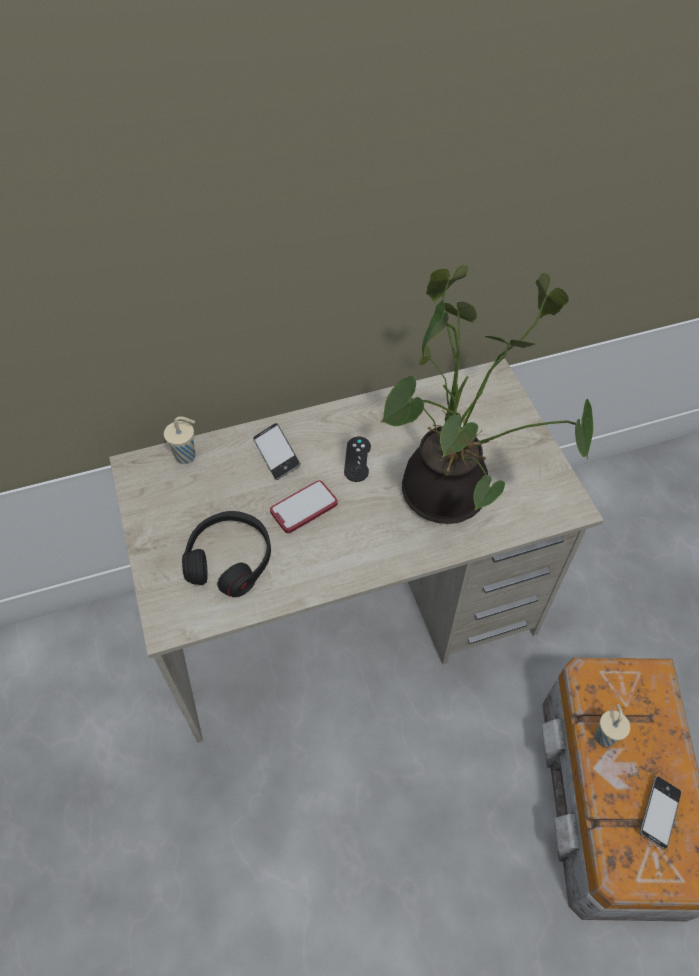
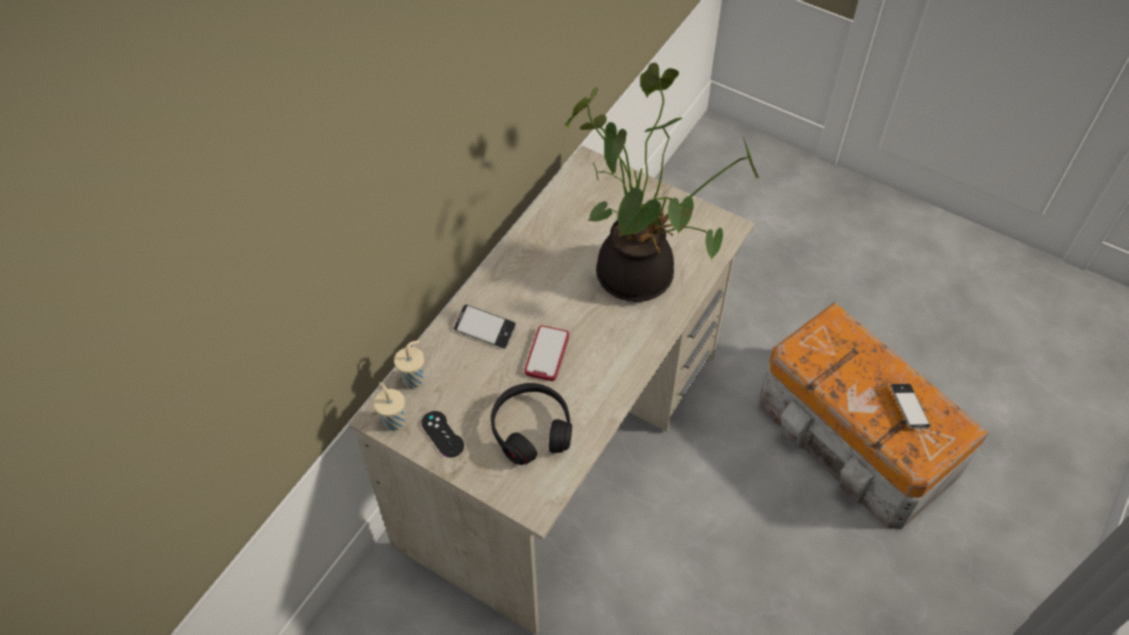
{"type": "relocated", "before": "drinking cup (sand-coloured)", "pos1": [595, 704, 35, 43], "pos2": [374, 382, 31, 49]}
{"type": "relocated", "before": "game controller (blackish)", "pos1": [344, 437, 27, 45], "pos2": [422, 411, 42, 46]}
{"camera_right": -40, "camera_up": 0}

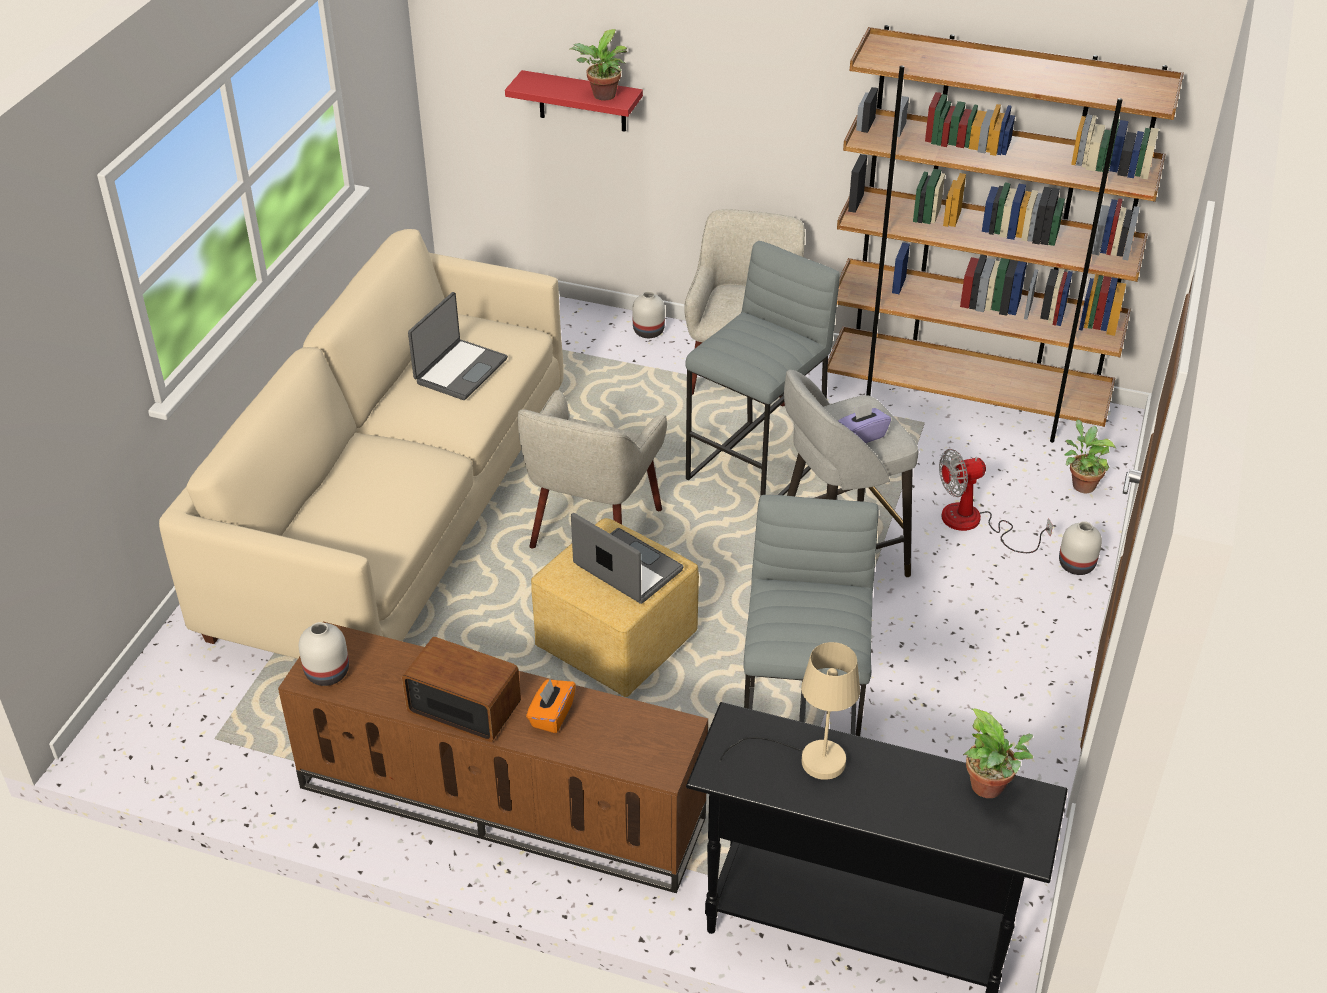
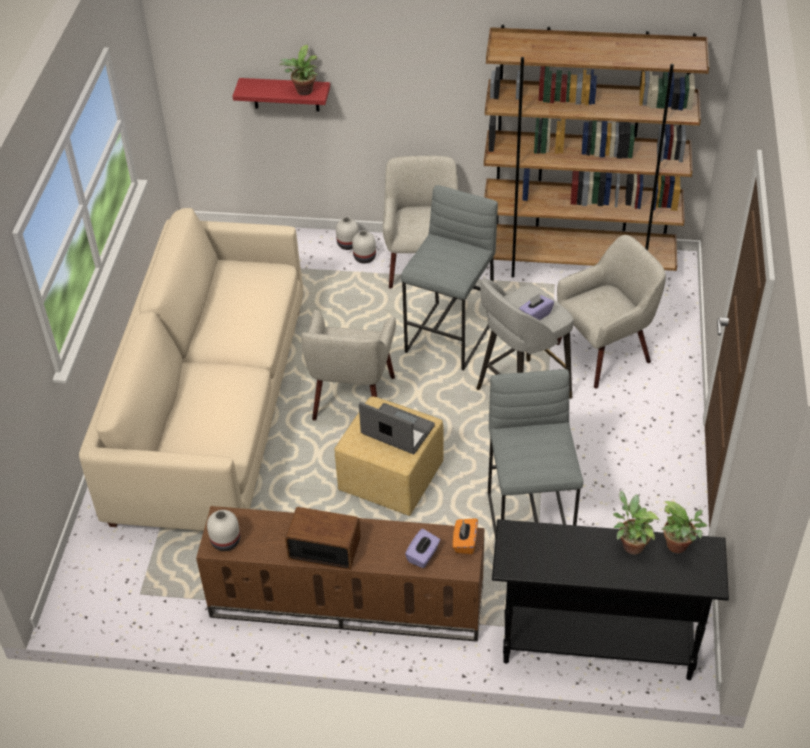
{"type": "relocated", "before": "decorative vase (whitish)", "pos1": [1059, 521, 43, 54], "pos2": [352, 230, 24, 34]}
{"type": "appeared", "after": "tissue holder (purplish)", "pos2": [405, 529, 35, 39]}
{"type": "relocated", "before": "tissue holder (orangey)", "pos1": [526, 679, 50, 54], "pos2": [453, 518, 25, 36]}
{"type": "exchanged", "before": "fan", "after": "armchair (sand-coloured)", "pos1": [939, 449, 114, 104], "pos2": [556, 235, 110, 154]}
{"type": "relocated", "before": "potted plant", "pos1": [1065, 420, 51, 73], "pos2": [613, 491, 46, 64]}
{"type": "missing", "before": "notebook computer", "pos1": [408, 292, 100, 108]}
{"type": "missing", "before": "tabletop lamp (sand-coloured)", "pos1": [720, 642, 140, 138]}
{"camera_right": -10, "camera_up": 5}

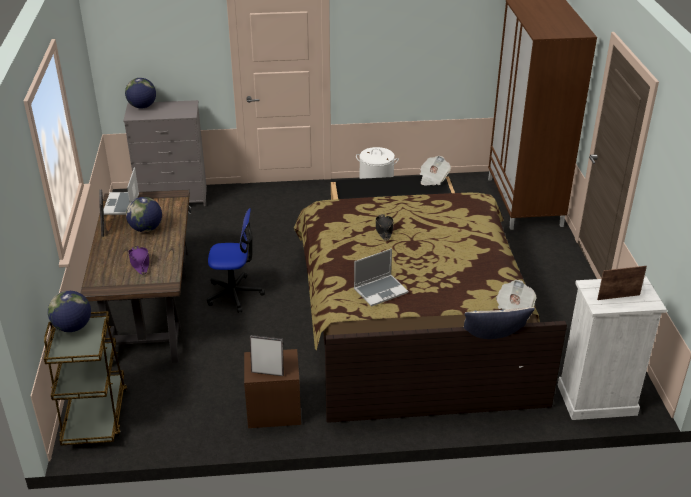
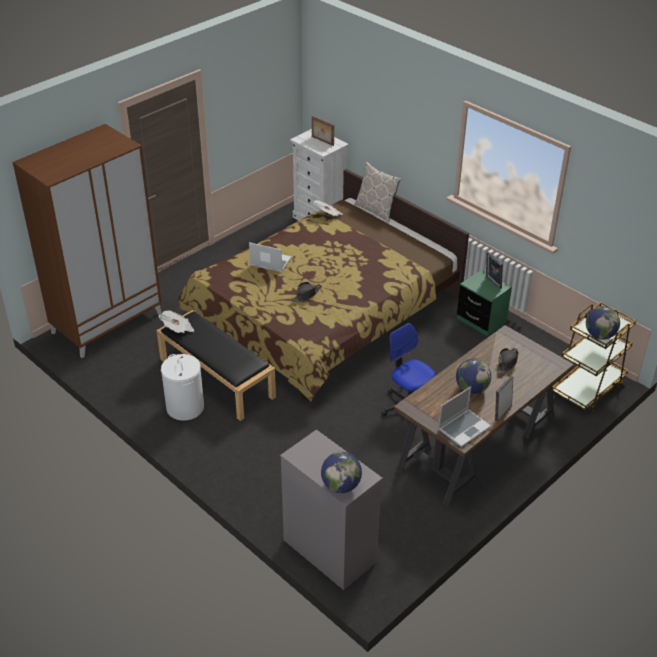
{"type": "relocated", "before": "notebook computer", "pos1": [354, 249, 54, 57], "pos2": [249, 242, 43, 30]}
{"type": "colour", "before": "nightstand (brown)", "after": "nightstand (greenish)", "pos1": [244, 349, 57, 79], "pos2": [457, 270, 55, 66]}
{"type": "colour", "before": "clothing hat (purplish)", "after": "clothing hat (blackish)", "pos1": [128, 246, 22, 29], "pos2": [498, 348, 21, 25]}
{"camera_right": -130, "camera_up": 5}

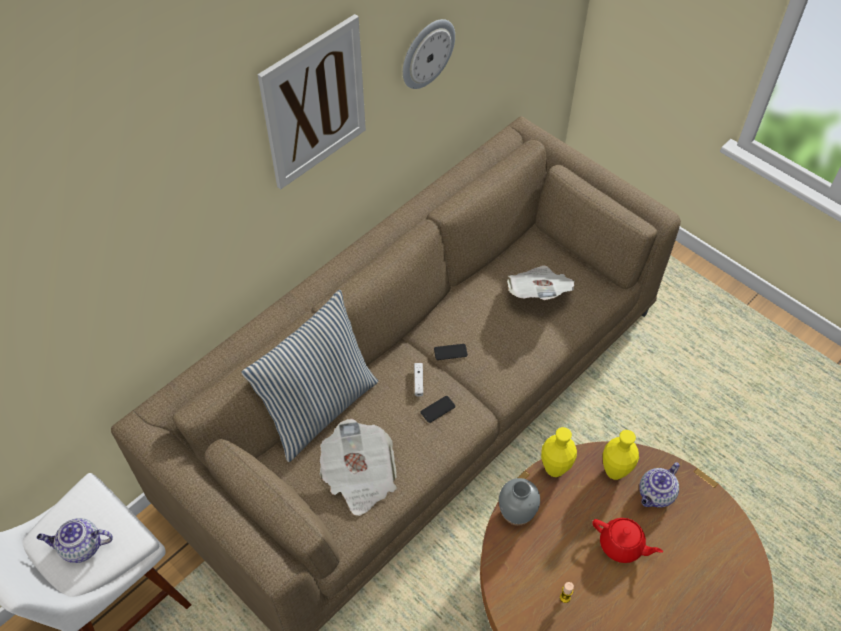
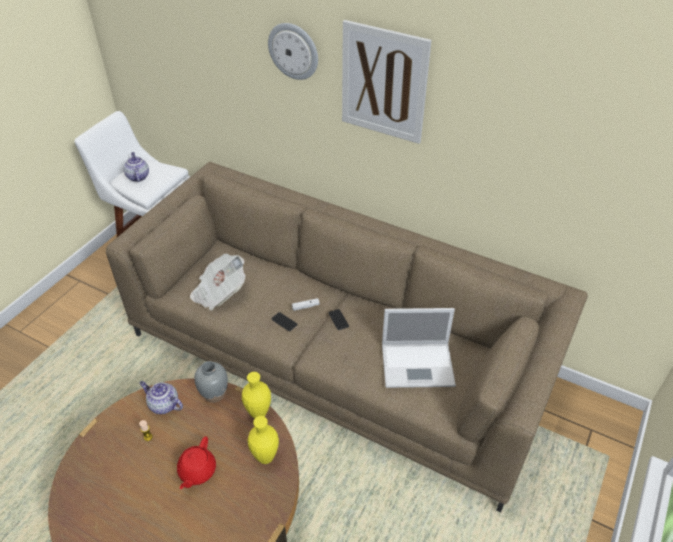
{"type": "relocated", "before": "teapot", "pos1": [639, 462, 41, 46], "pos2": [140, 381, 43, 33]}
{"type": "relocated", "before": "hanging clock", "pos1": [403, 19, 52, 70], "pos2": [268, 23, 50, 57]}
{"type": "exchanged", "before": "printed paper", "after": "notebook computer", "pos1": [507, 266, 68, 34], "pos2": [382, 308, 74, 80]}
{"type": "missing", "before": "cushion", "pos1": [241, 290, 137, 172]}
{"camera_right": 75, "camera_up": -10}

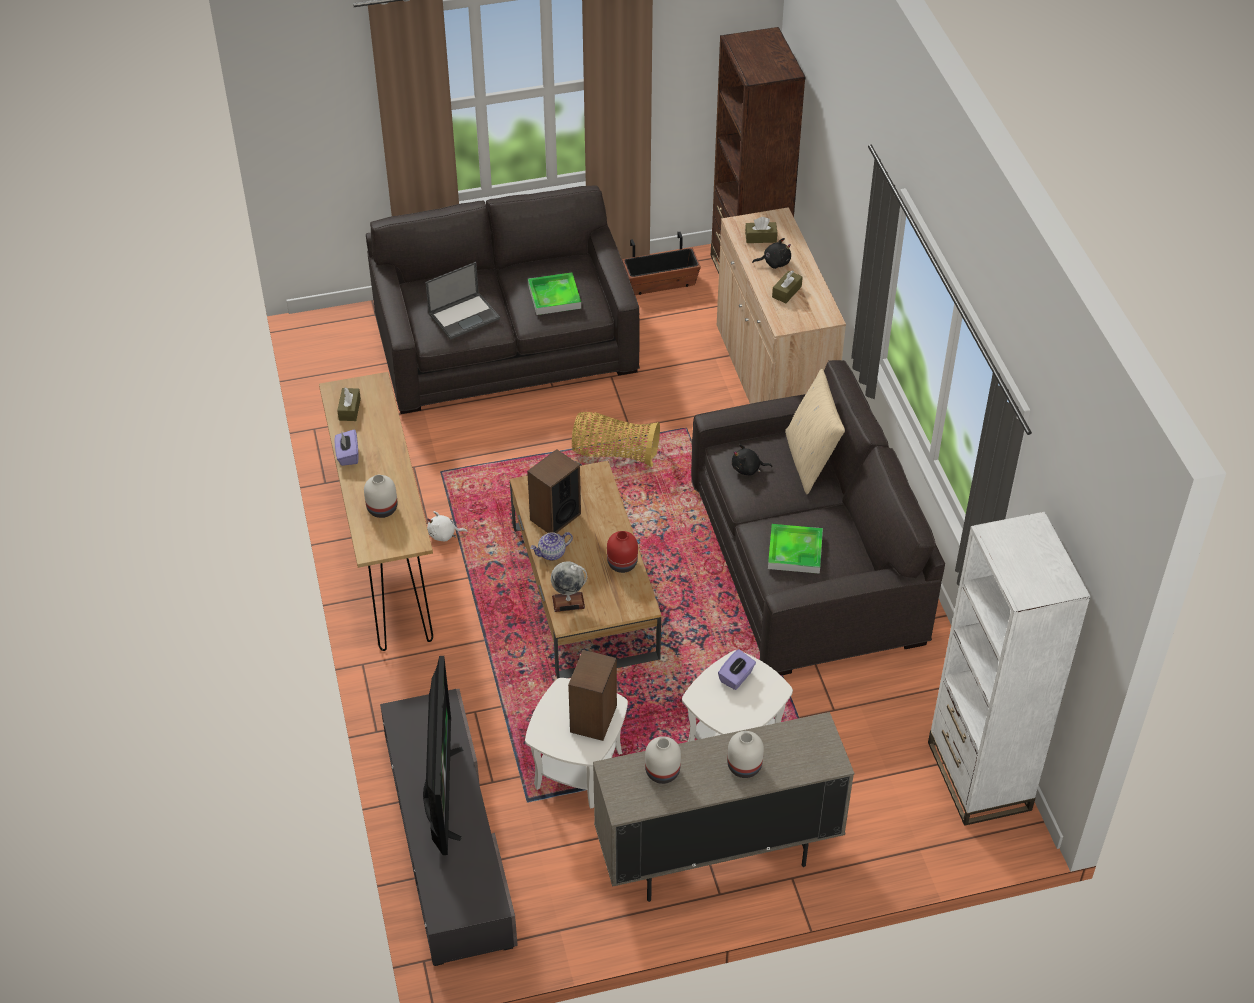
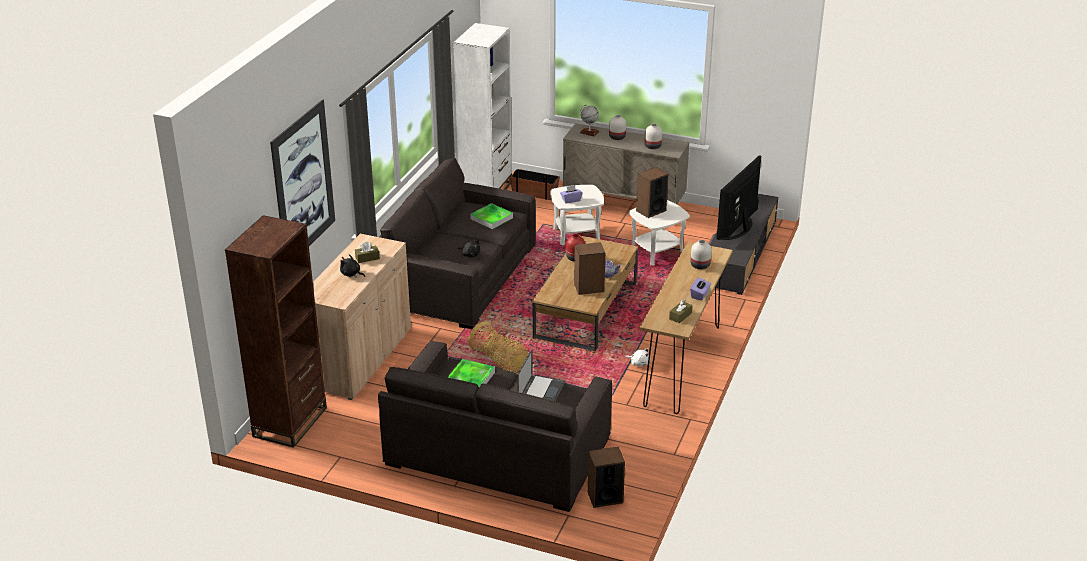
{"type": "appeared", "after": "picture", "pos2": [270, 99, 65, 147]}
{"type": "relocated", "before": "plant pot", "pos1": [622, 232, 79, 63], "pos2": [510, 169, 50, 31]}
{"type": "spun", "before": "notebook computer", "pos1": [425, 262, 75, 78], "pos2": [517, 349, 48, 53], "turn": 105}
{"type": "relocated", "before": "globe", "pos1": [551, 561, 36, 51], "pos2": [580, 104, 19, 33]}
{"type": "appeared", "after": "loudspeaker", "pos2": [588, 447, 37, 61]}
{"type": "missing", "before": "tissue holder (brown)", "pos1": [745, 217, 32, 26]}
{"type": "missing", "before": "cushion (sand-coloured)", "pos1": [785, 369, 60, 125]}
{"camera_right": -145, "camera_up": -15}

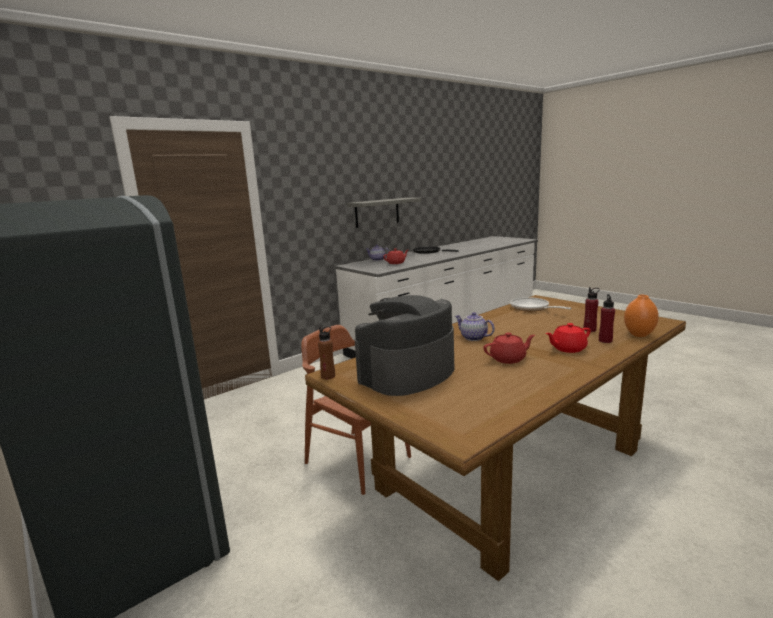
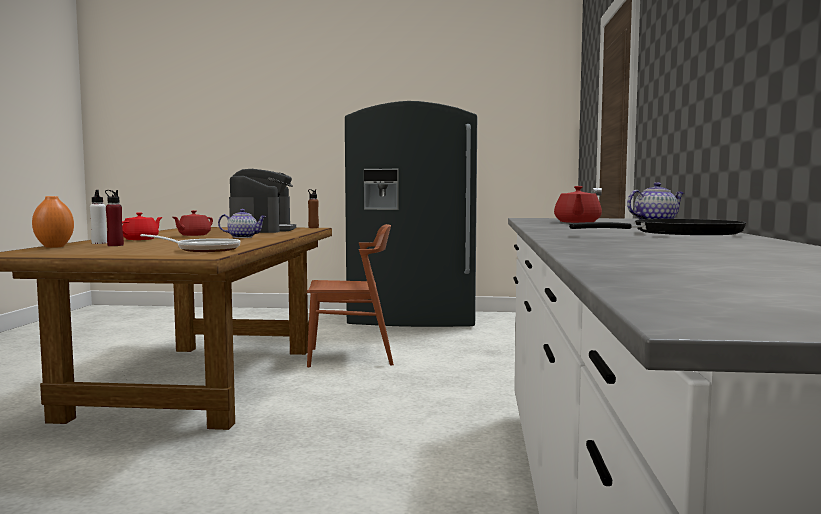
{"type": "colour", "before": "drink bottle (red-coloured)", "after": "drink bottle (whitish)", "pos1": [599, 294, 16, 49], "pos2": [90, 190, 17, 54]}
{"type": "missing", "before": "shelf (grey)", "pos1": [347, 198, 75, 30]}
{"camera_right": 135, "camera_up": -10}

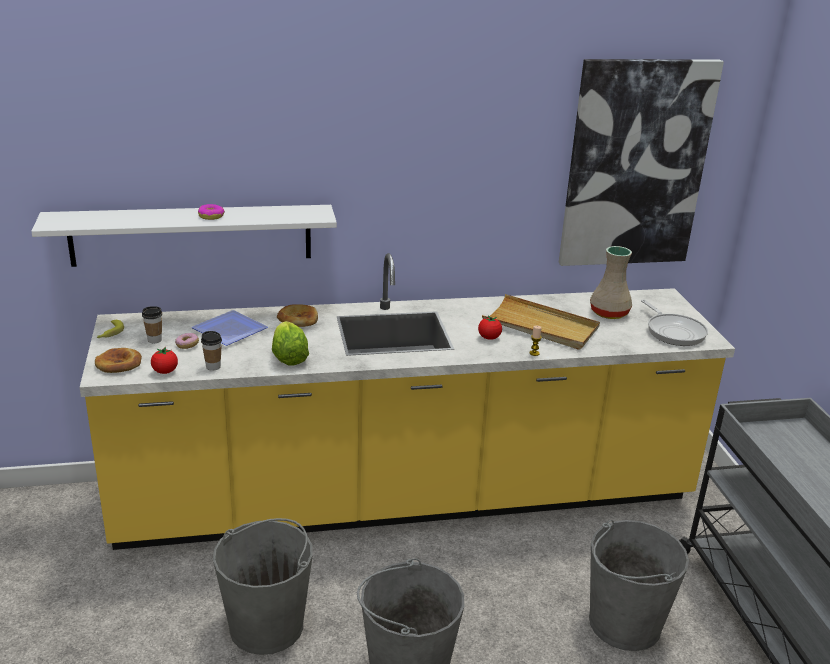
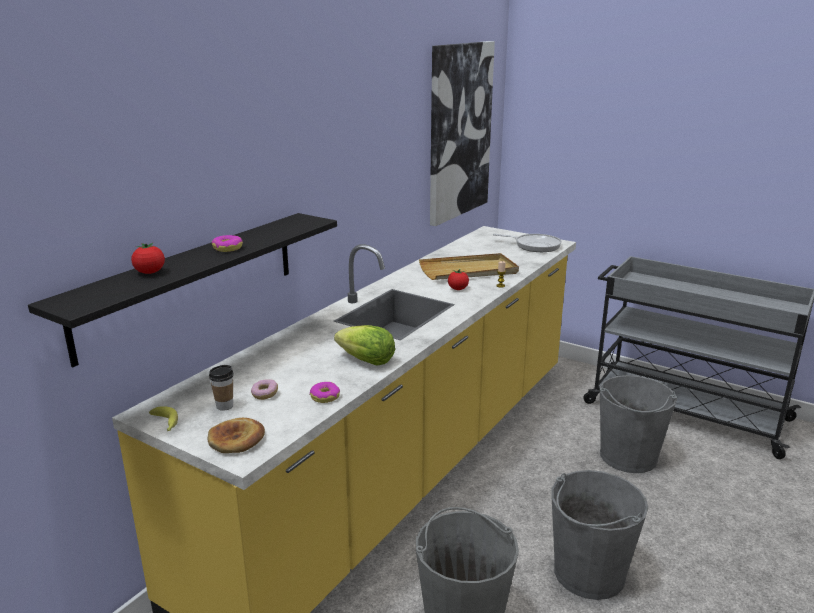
{"type": "colour", "before": "shelf (whitish)", "after": "shelf (blackish)", "pos1": [31, 205, 306, 62], "pos2": [28, 213, 309, 154]}
{"type": "relocated", "before": "whole tomato", "pos1": [151, 347, 27, 27], "pos2": [131, 243, 34, 31]}
{"type": "exchanged", "before": "drinking cup", "after": "donut", "pos1": [201, 331, 21, 40], "pos2": [310, 382, 30, 21]}
{"type": "missing", "before": "flat dish", "pos1": [191, 310, 77, 36]}
{"type": "missing", "before": "bakery bread", "pos1": [277, 304, 41, 23]}
{"type": "missing", "before": "decorative vase (sand-coloured)", "pos1": [590, 246, 42, 73]}
{"camera_right": -45, "camera_up": -5}

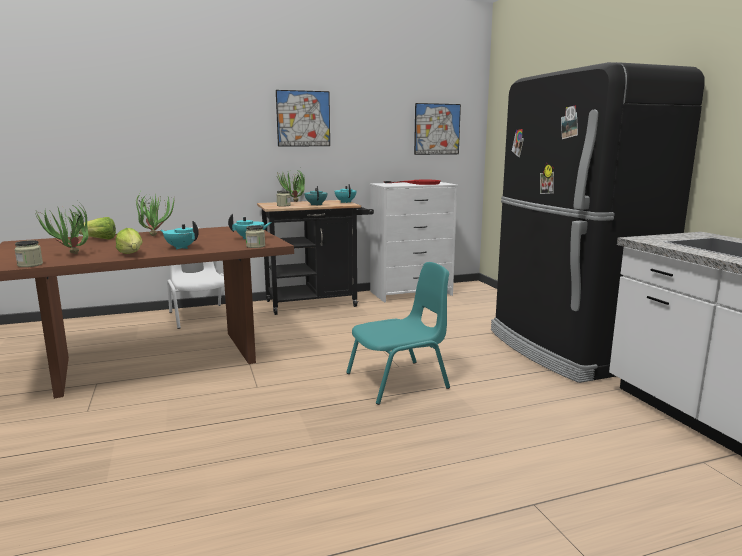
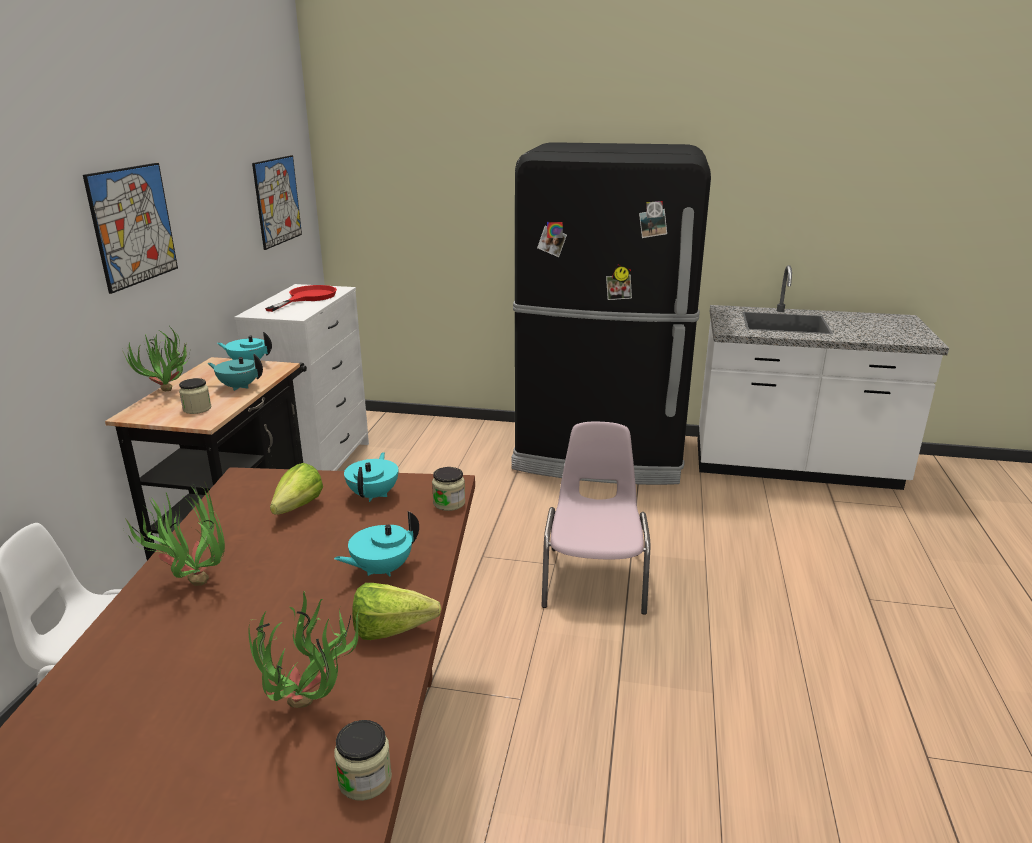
{"type": "relocated", "before": "lettuce", "pos1": [79, 217, 37, 22], "pos2": [270, 463, 53, 52]}
{"type": "colour", "before": "upright chair (turquoise)", "after": "upright chair (pink)", "pos1": [346, 262, 104, 143], "pos2": [541, 422, 109, 193]}
{"camera_right": -60, "camera_up": 10}

